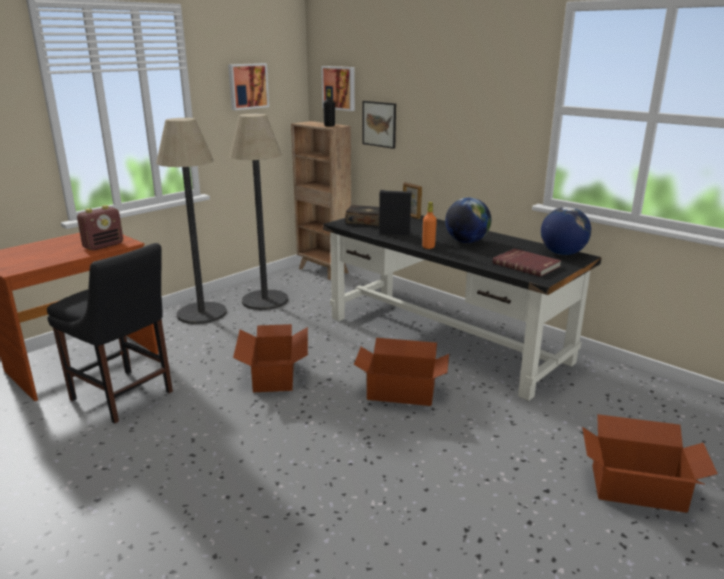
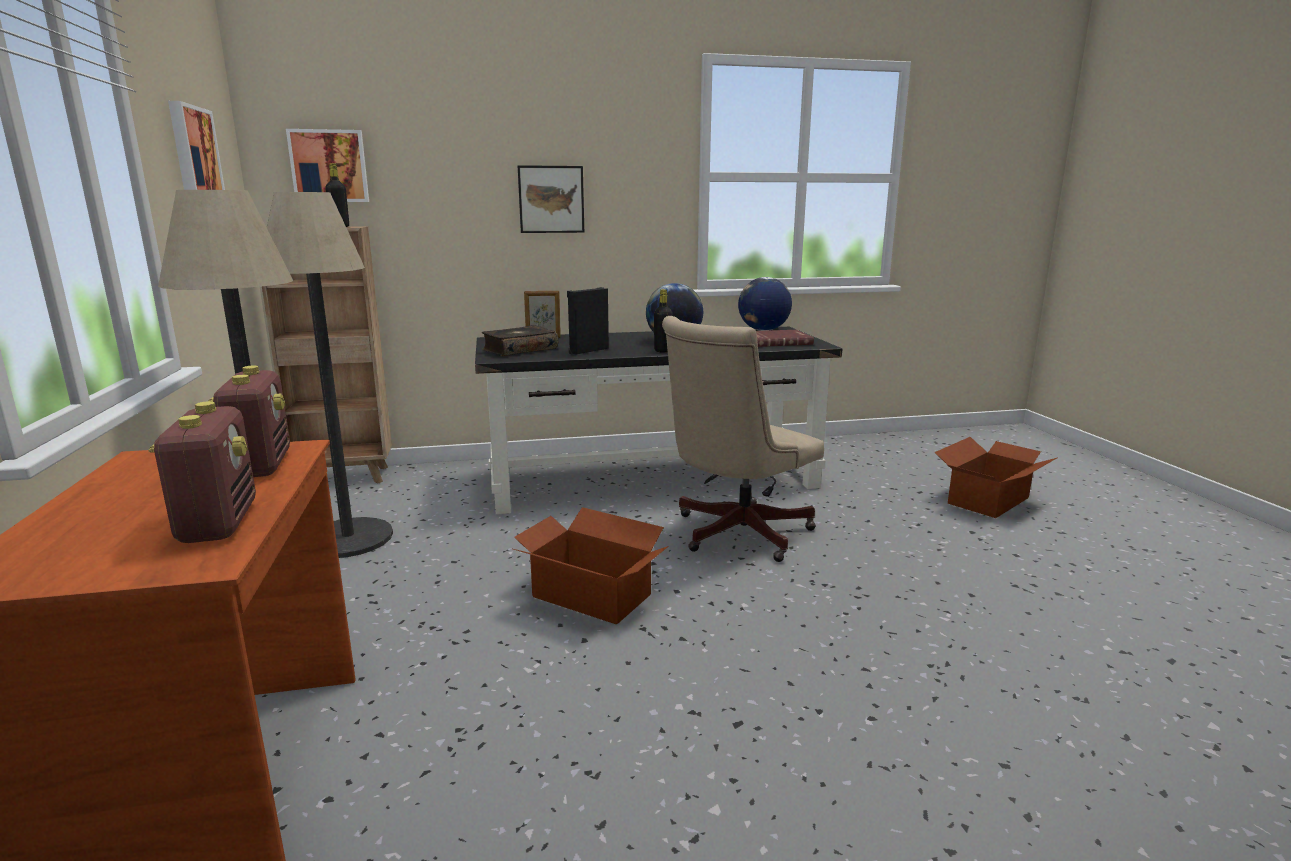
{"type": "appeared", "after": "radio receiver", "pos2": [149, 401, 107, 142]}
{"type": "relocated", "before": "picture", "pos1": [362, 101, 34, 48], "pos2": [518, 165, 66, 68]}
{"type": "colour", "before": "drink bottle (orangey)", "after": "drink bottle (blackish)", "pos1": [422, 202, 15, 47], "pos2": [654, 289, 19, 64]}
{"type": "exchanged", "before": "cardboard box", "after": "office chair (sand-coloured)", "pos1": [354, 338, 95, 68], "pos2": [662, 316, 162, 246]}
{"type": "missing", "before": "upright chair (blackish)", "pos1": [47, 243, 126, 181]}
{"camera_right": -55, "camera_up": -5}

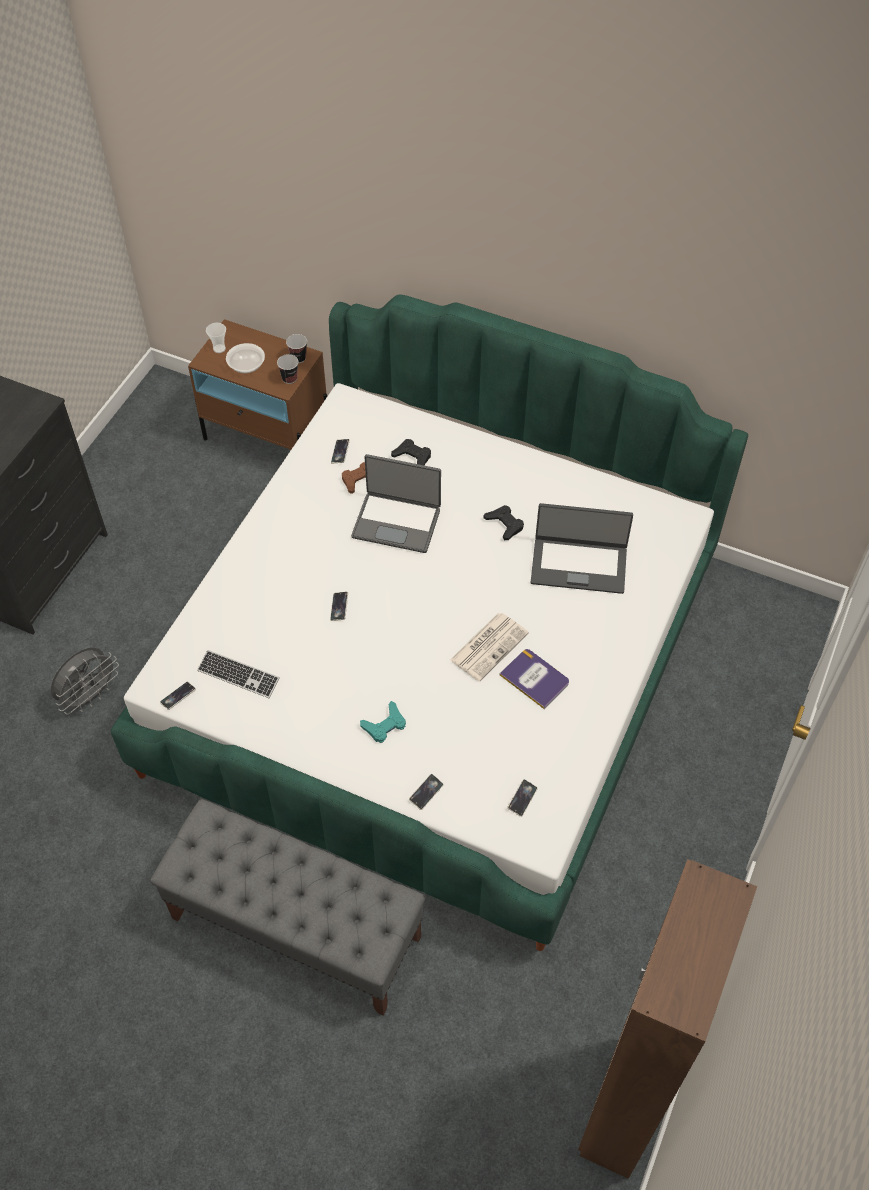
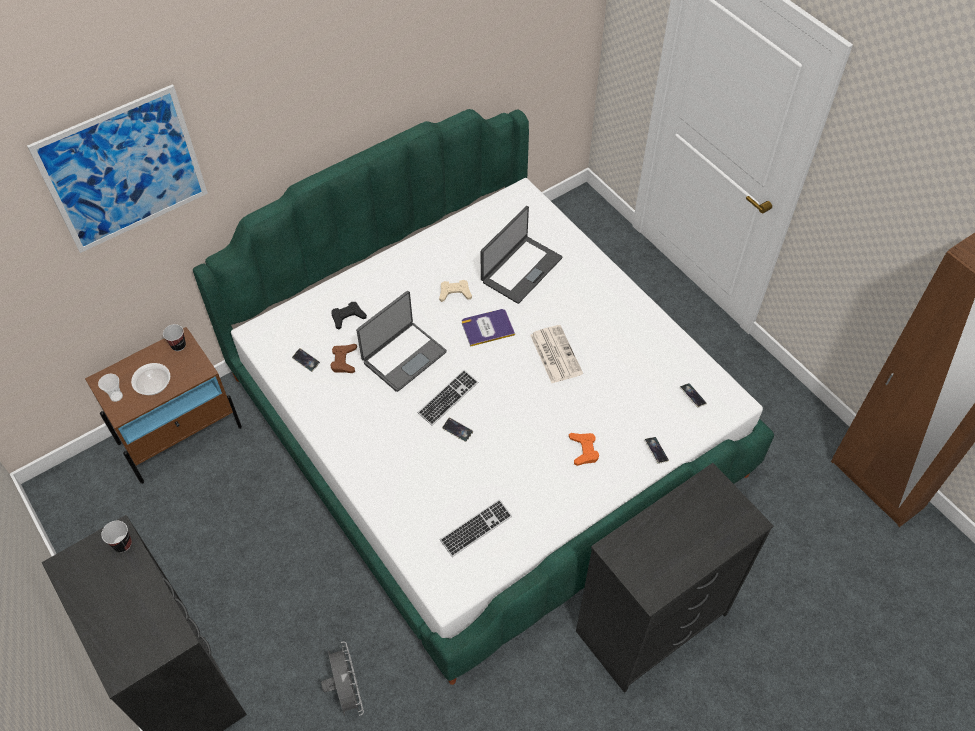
{"type": "appeared", "after": "picture", "pos2": [27, 84, 181, 169]}
{"type": "relocated", "before": "drinking cup", "pos1": [277, 354, 22, 30], "pos2": [101, 521, 31, 31]}
{"type": "appeared", "after": "keyboard", "pos2": [418, 370, 60, 56]}
{"type": "colour", "before": "game controller (blackish)", "after": "game controller (sand-coloured)", "pos1": [484, 505, 40, 35], "pos2": [439, 280, 33, 22]}
{"type": "relocated", "before": "volume", "pos1": [500, 649, 69, 60], "pos2": [462, 309, 53, 38]}
{"type": "colour", "before": "game controller (turquoise)", "after": "game controller (orangey)", "pos1": [360, 701, 46, 42], "pos2": [569, 433, 30, 33]}
{"type": "exchanged", "before": "long seat (grey)", "after": "drawer chest (blackish)", "pos1": [150, 799, 276, 217], "pos2": [576, 463, 198, 230]}
{"type": "missing", "before": "telephone", "pos1": [160, 682, 36, 28]}
{"camera_right": -60, "camera_up": 0}

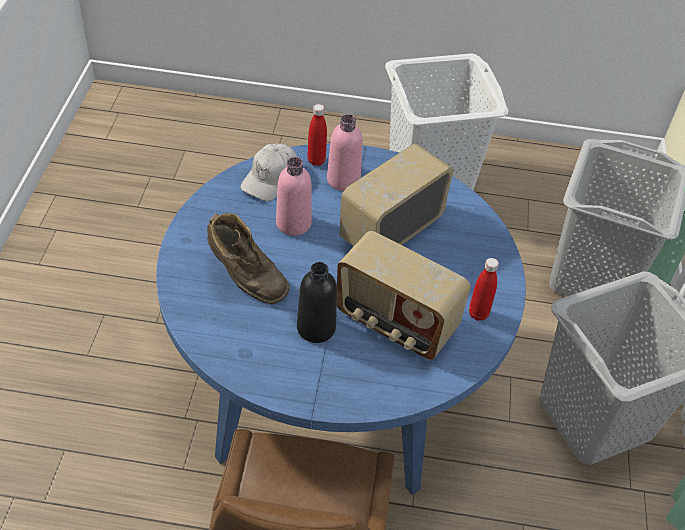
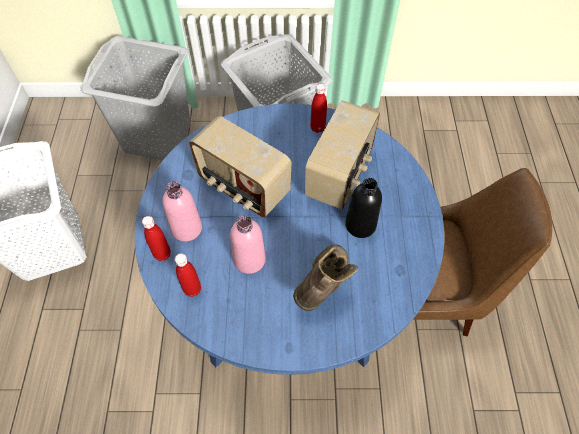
{"type": "exchanged", "before": "baseball cap (whitish)", "after": "drink bottle (red-coloured)", "pos1": [240, 144, 57, 57], "pos2": [175, 253, 26, 44]}
{"camera_right": -95, "camera_up": 10}

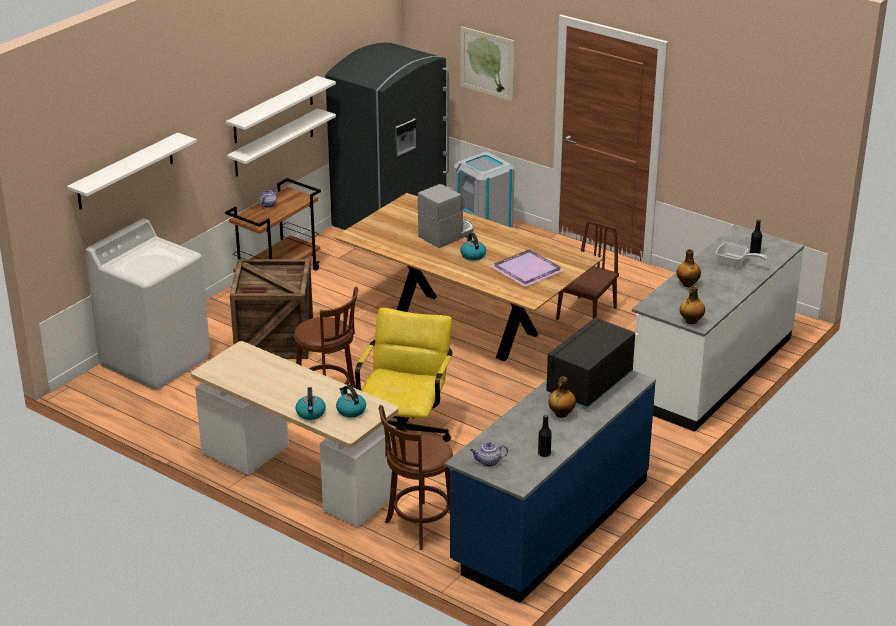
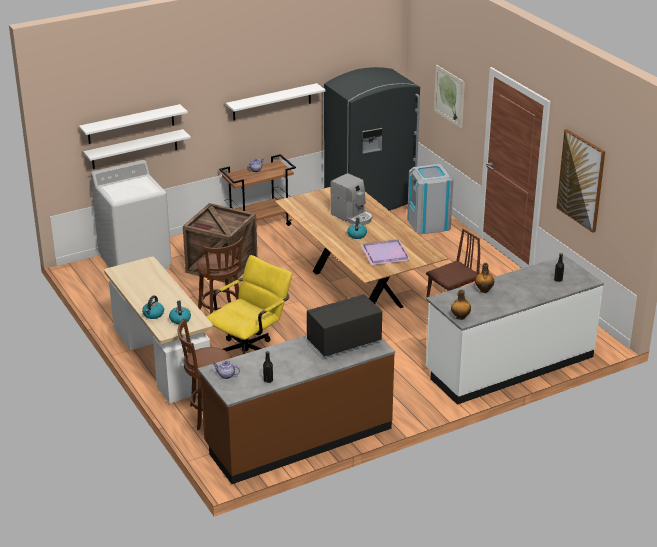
{"type": "relocated", "before": "shelf (whitish)", "pos1": [227, 108, 109, 69], "pos2": [83, 129, 108, 40]}
{"type": "colour", "before": "kitchen base unit (blue-coloured)", "after": "kitchen base unit (brown)", "pos1": [444, 371, 212, 232], "pos2": [198, 335, 197, 149]}
{"type": "spun", "before": "coffee brewer", "pos1": [418, 184, 55, 64], "pos2": [330, 173, 42, 52], "turn": 60}
{"type": "appeared", "after": "picture", "pos2": [556, 129, 49, 104]}
{"type": "missing", "before": "drink bottle", "pos1": [548, 377, 28, 41]}
{"type": "missing", "before": "skillet", "pos1": [716, 243, 51, 24]}
{"camera_right": 25, "camera_up": 0}

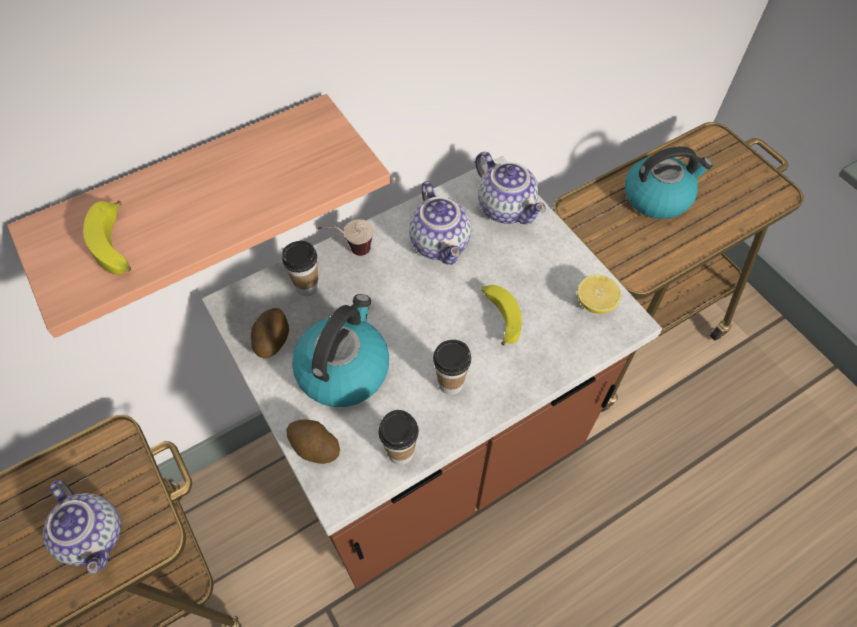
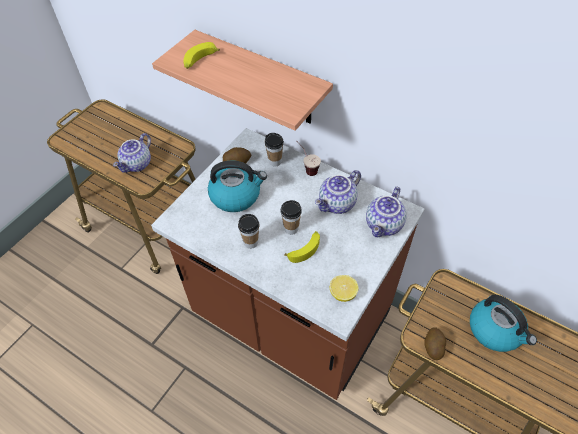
{"type": "relocated", "before": "drinking cup", "pos1": [378, 410, 41, 55], "pos2": [281, 200, 21, 35]}
{"type": "relocated", "before": "potato", "pos1": [286, 420, 54, 44], "pos2": [425, 327, 21, 33]}
{"camera_right": 65, "camera_up": -5}

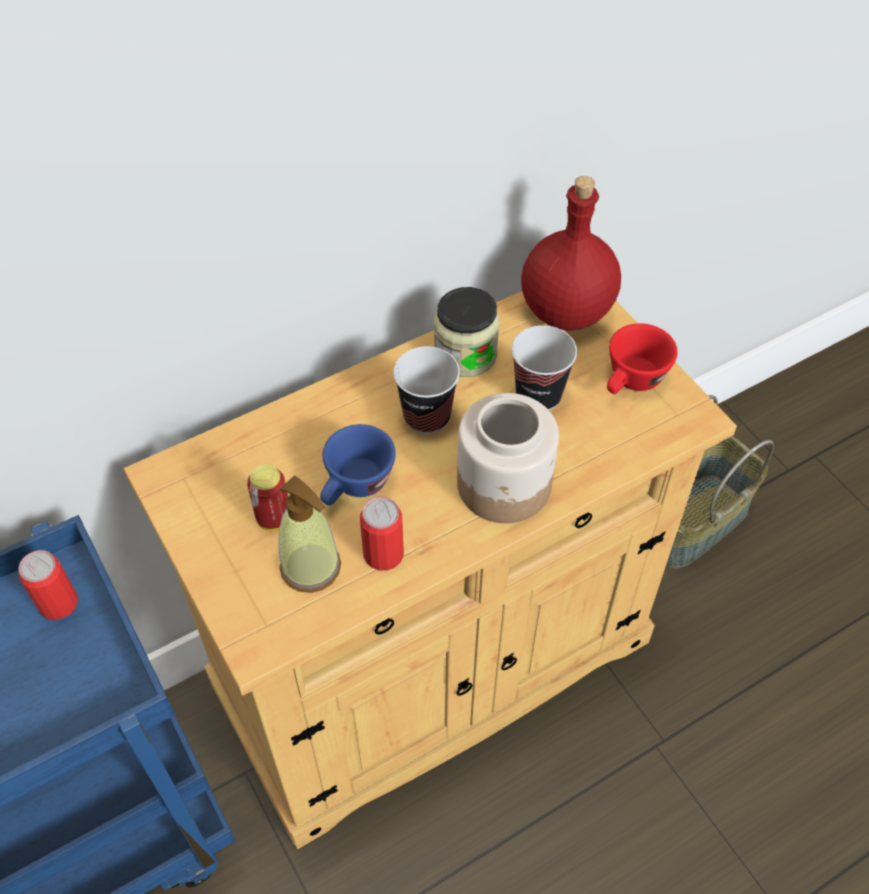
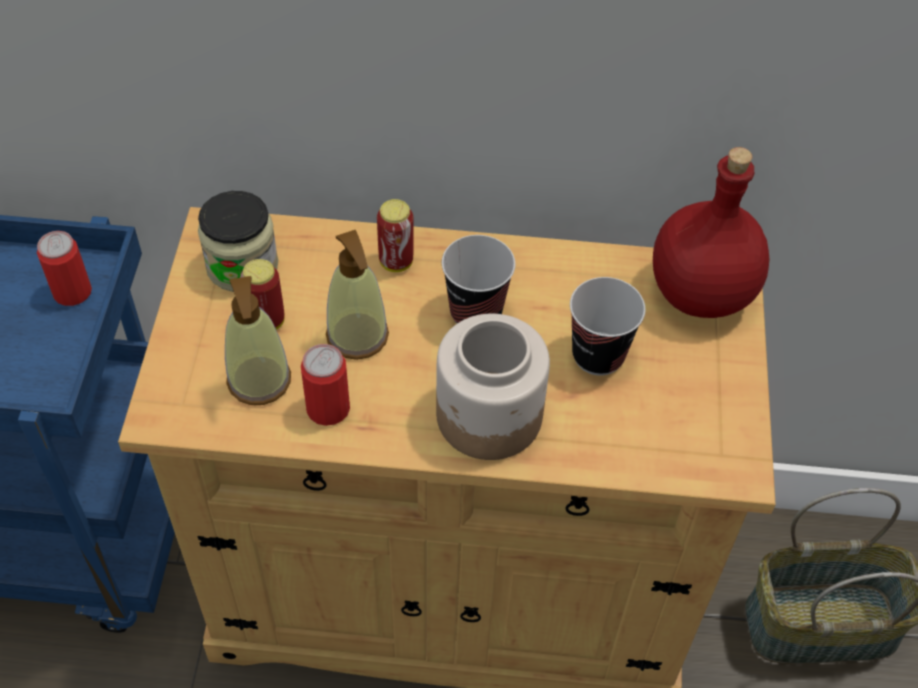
{"type": "relocated", "before": "storage jar", "pos1": [434, 287, 65, 90], "pos2": [198, 191, 80, 101]}
{"type": "exchanged", "before": "drinking cup (blue-coloured)", "after": "soap dispenser", "pos1": [320, 424, 76, 82], "pos2": [326, 230, 63, 130]}
{"type": "appeared", "after": "sealed can", "pos2": [377, 199, 37, 73]}
{"type": "missing", "before": "drinking cup (red-coloured)", "pos1": [607, 323, 70, 71]}
{"camera_right": 35, "camera_up": 0}

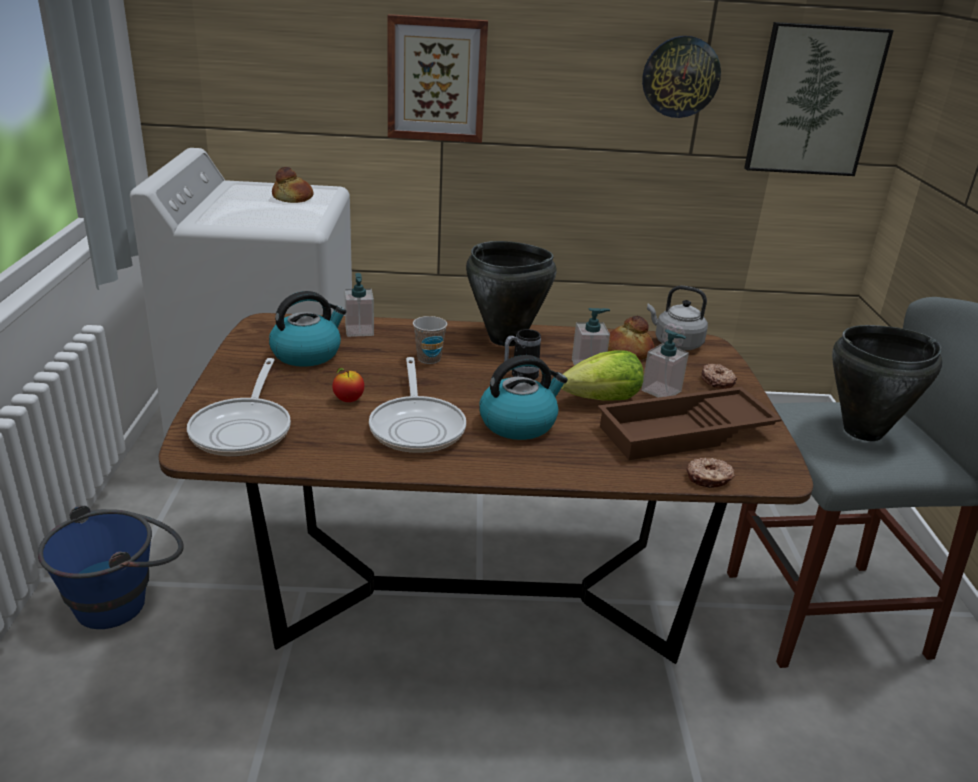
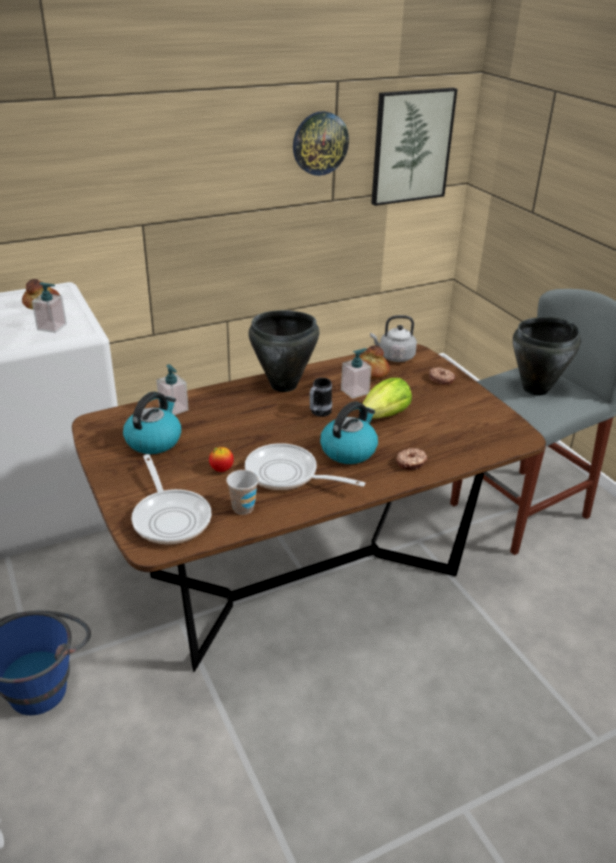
{"type": "relocated", "before": "soap dispenser", "pos1": [642, 329, 47, 69], "pos2": [32, 282, 35, 51]}
{"type": "relocated", "before": "drinking cup", "pos1": [413, 316, 34, 48], "pos2": [226, 470, 33, 45]}
{"type": "spun", "before": "skillet", "pos1": [369, 357, 97, 96], "pos2": [245, 443, 120, 47], "turn": 150}
{"type": "relocated", "before": "donut", "pos1": [687, 458, 48, 30], "pos2": [396, 448, 32, 22]}
{"type": "missing", "before": "picture", "pos1": [387, 14, 101, 129]}
{"type": "missing", "before": "tray (brown)", "pos1": [598, 387, 184, 73]}
{"camera_right": -25, "camera_up": 5}

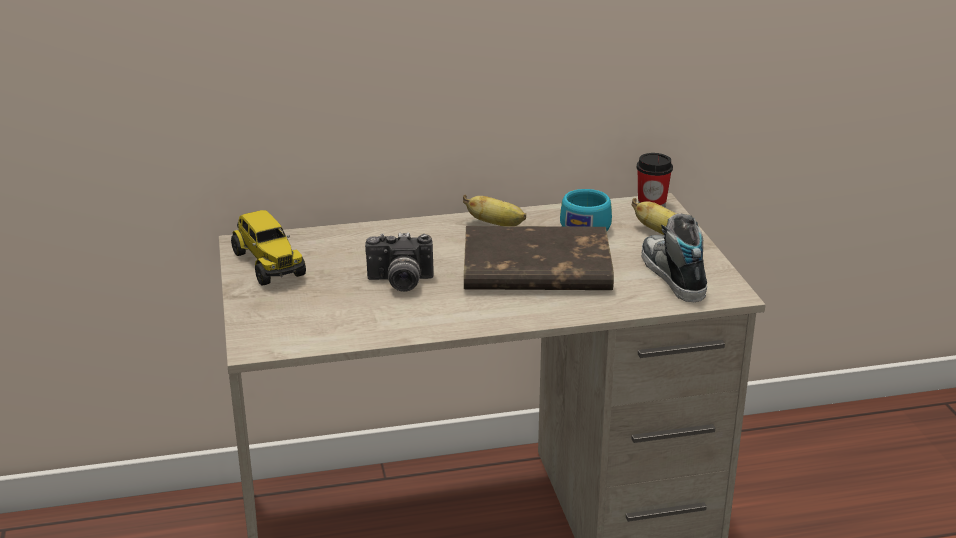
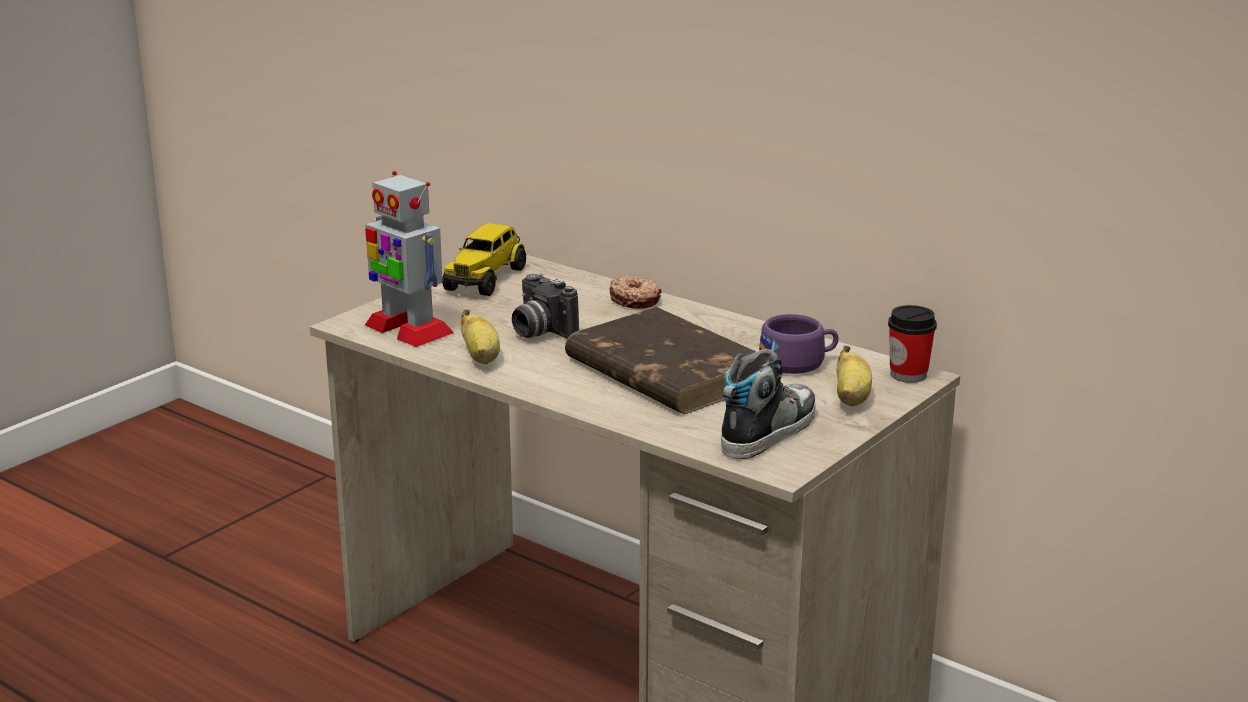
{"type": "appeared", "after": "toy robot", "pos2": [365, 171, 89, 176]}
{"type": "relocated", "before": "banana fruit", "pos1": [463, 194, 63, 32], "pos2": [461, 309, 39, 55]}
{"type": "appeared", "after": "donut", "pos2": [610, 276, 52, 33]}
{"type": "colour", "before": "drinking cup (turquoise)", "after": "drinking cup (purplish)", "pos1": [560, 189, 52, 42], "pos2": [759, 314, 79, 60]}
{"camera_right": 50, "camera_up": -5}

